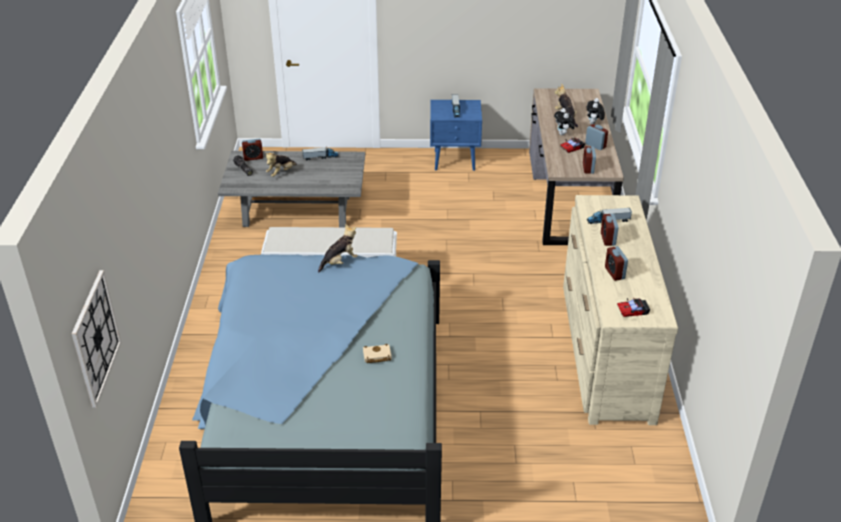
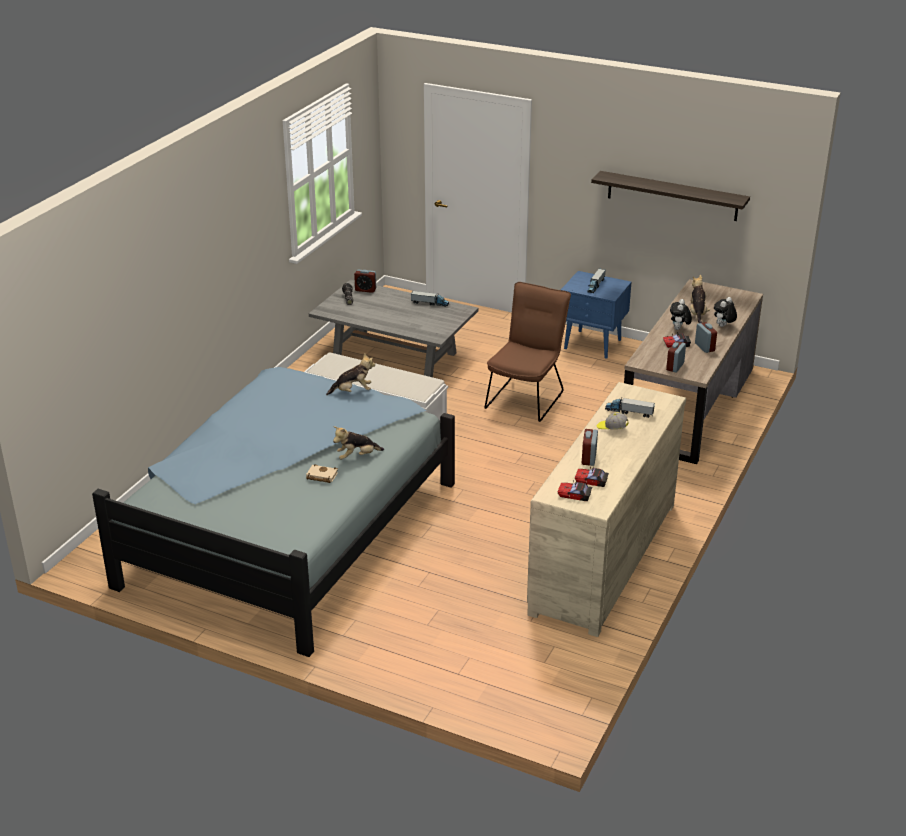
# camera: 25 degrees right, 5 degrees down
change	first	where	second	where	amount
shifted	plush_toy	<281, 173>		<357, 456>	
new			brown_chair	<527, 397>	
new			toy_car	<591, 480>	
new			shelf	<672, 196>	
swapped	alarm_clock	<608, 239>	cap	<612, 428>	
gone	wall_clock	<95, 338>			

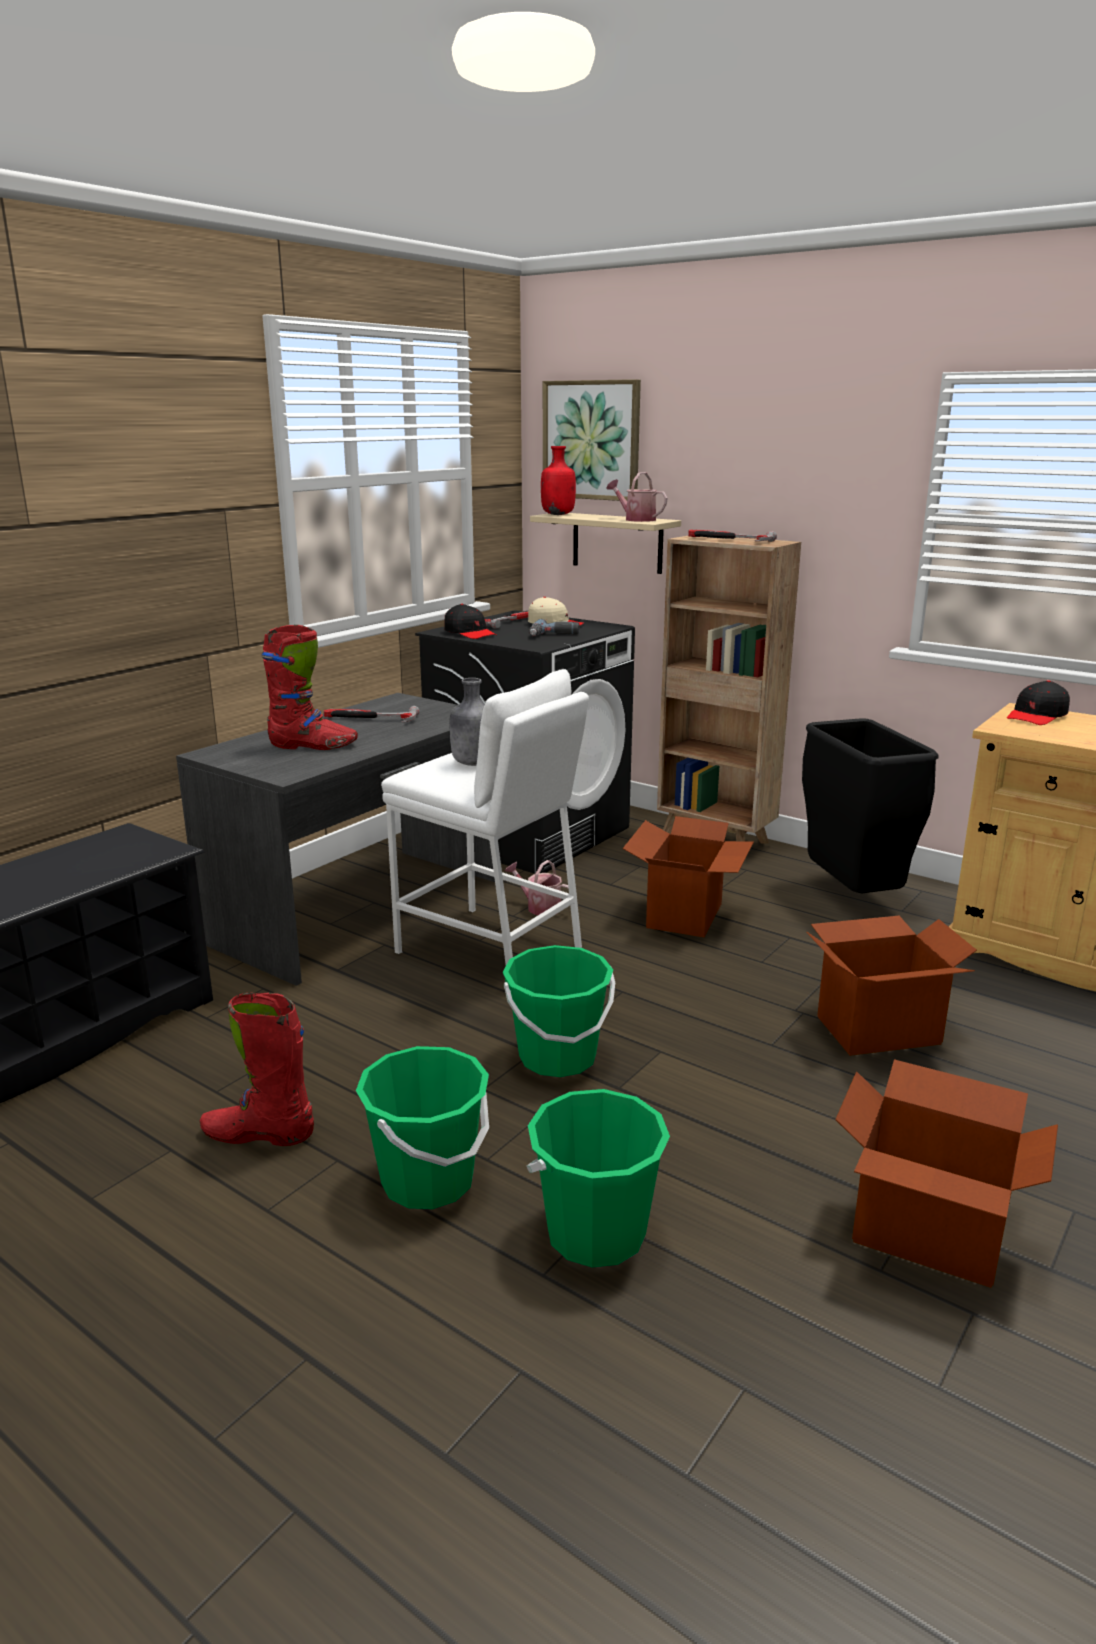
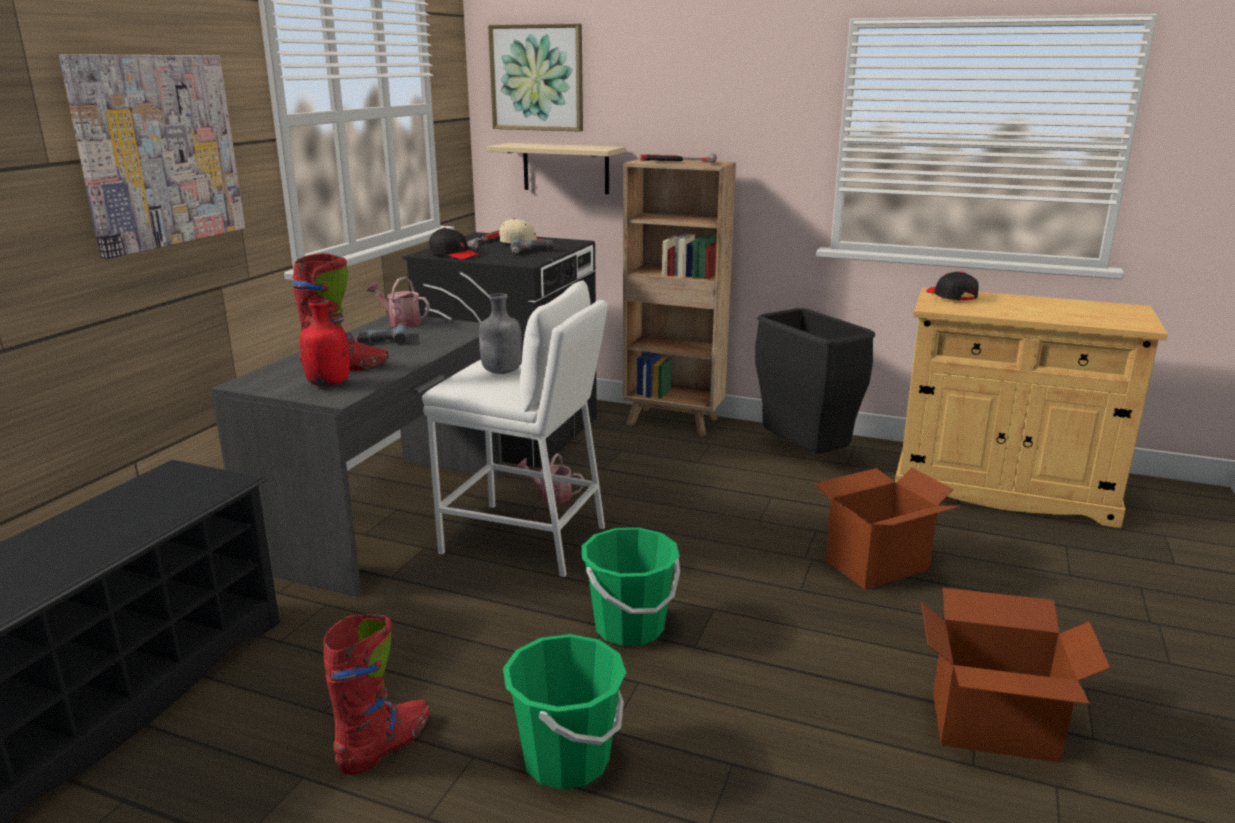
# camera: 15 degrees left, 0 degrees up
change	first	where	second	where	amount
new			picture	<158, 151>	
shifted	red_bottle	<558, 514>		<329, 384>	
rotated	red_boot	<259, 1134>		<385, 745>	135 degrees clockwise
swapped	hammer	<370, 719>	power_drill	<383, 339>	
shifted	watering_can	<636, 519>		<401, 322>	
rotated	black_cap	<1037, 716>		<951, 296>	135 degrees clockwise
gone	green_bucket	<596, 1233>			
gone	cardboard_box	<686, 915>			

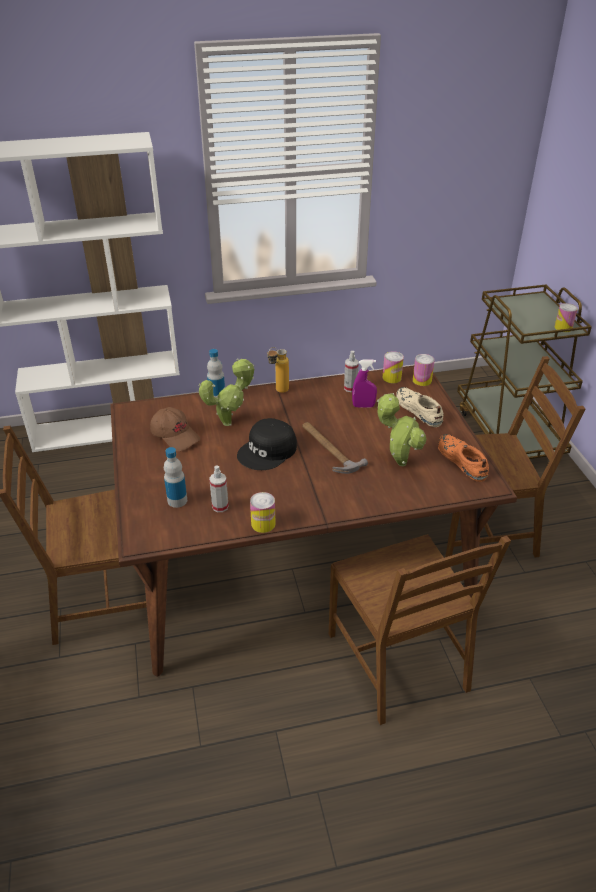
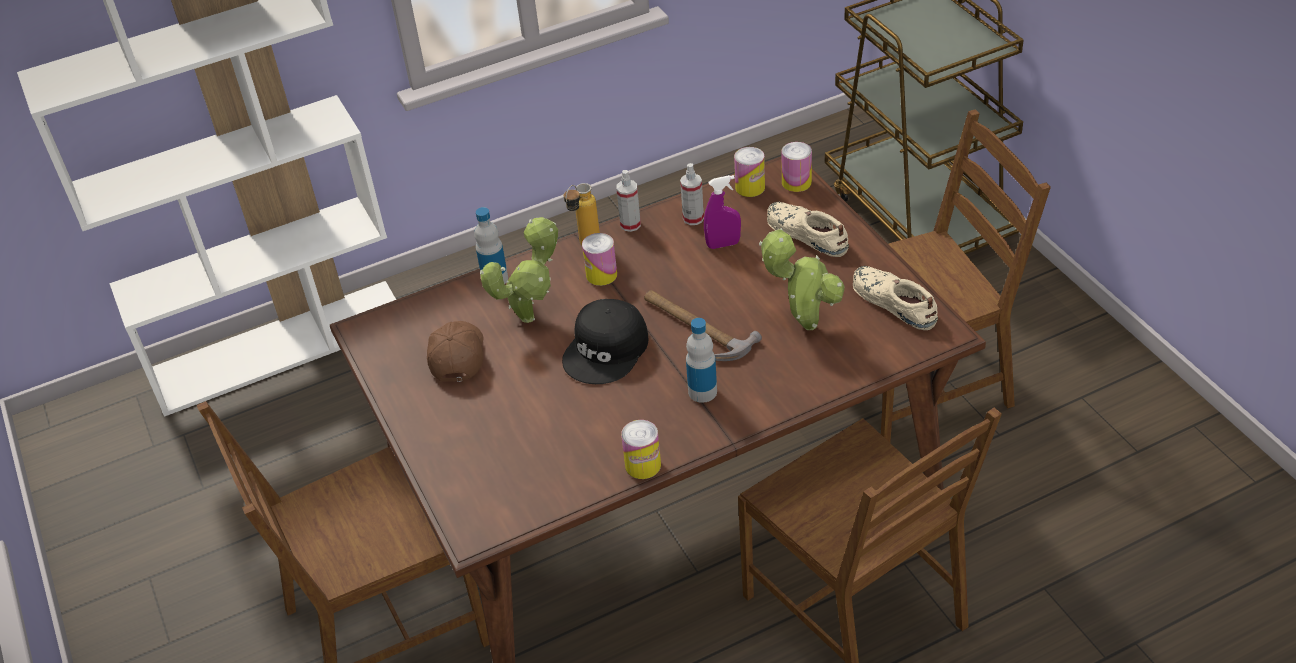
# camera: 10 degrees left, 5 degrees up
change	first	where	second	where	amount
rotated	brown_cap	<175, 435>		<456, 356>	120 degrees counterclockwise
shifted	can	<563, 328>		<601, 275>	
shifted	spray_bottle	<220, 506>		<630, 224>	
shifted	bottle	<177, 500>		<702, 392>	
repainted	orange_shoe	<461, 461>	beige_shoe	<893, 302>	

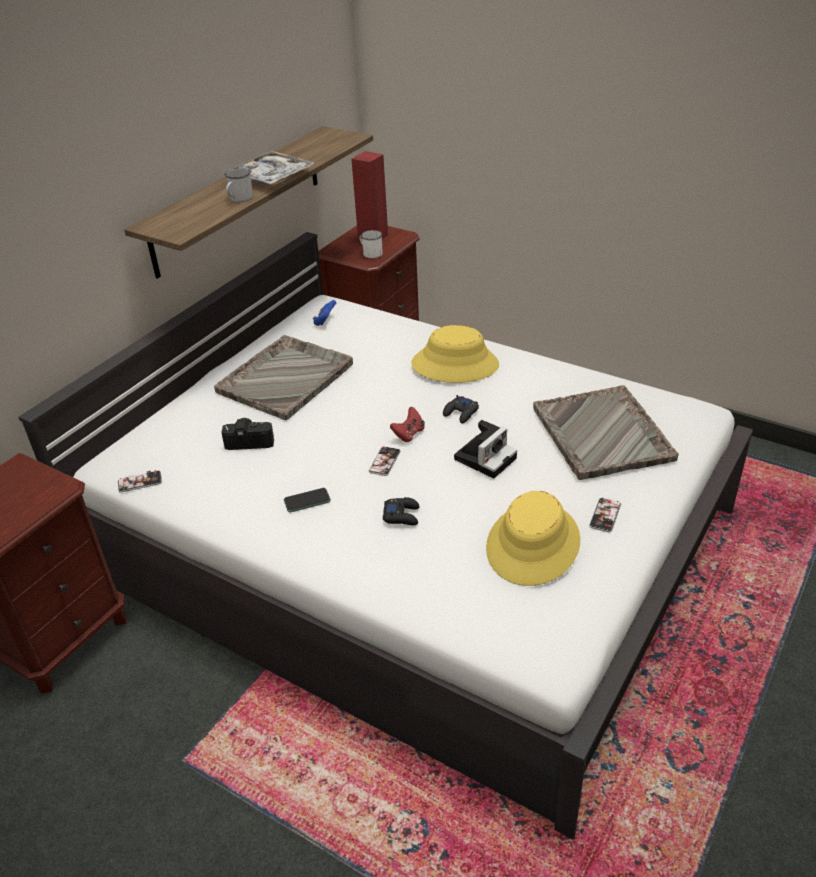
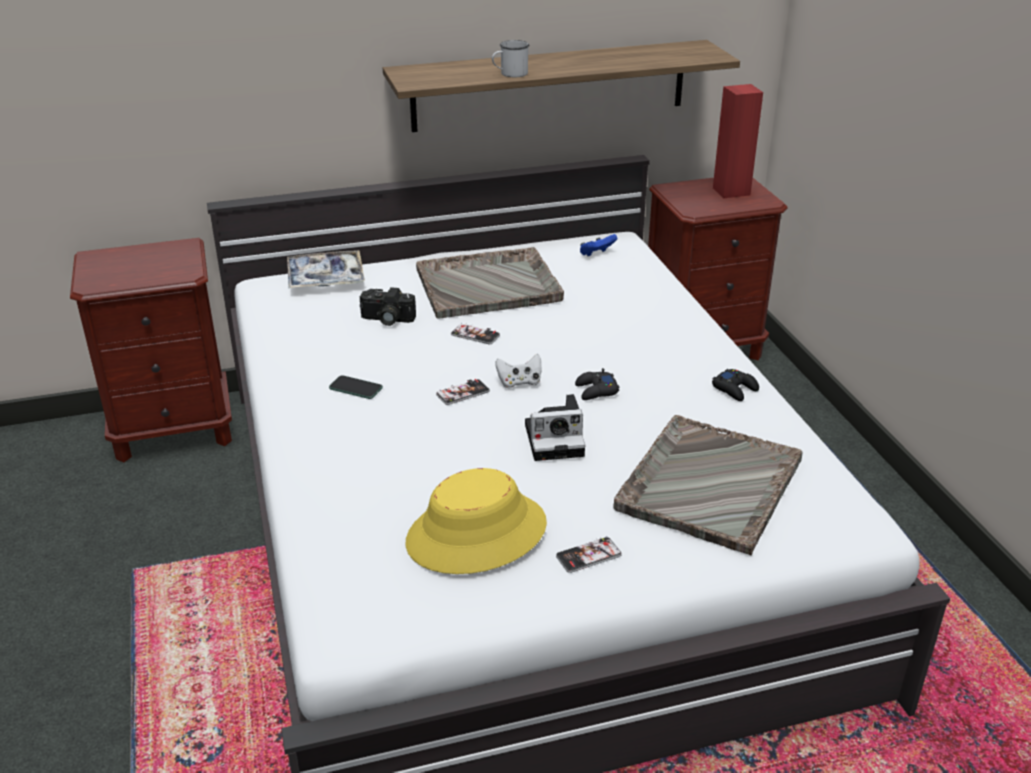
# camera: 40 degrees right, 5 degrees down
change	first	where	second	where	amount
shifted	tray	<272, 176>		<325, 278>	
rotated	photo_camera	<250, 440>		<386, 319>	150 degrees clockwise
shifted	phone	<140, 482>		<475, 335>	
repainted	red_game_controller	<409, 434>	white_game_controller	<519, 382>	
shifted	black_game_controller	<402, 515>		<735, 389>	
gone	white_mug	<370, 253>			
gone	yellow_hat	<455, 364>			

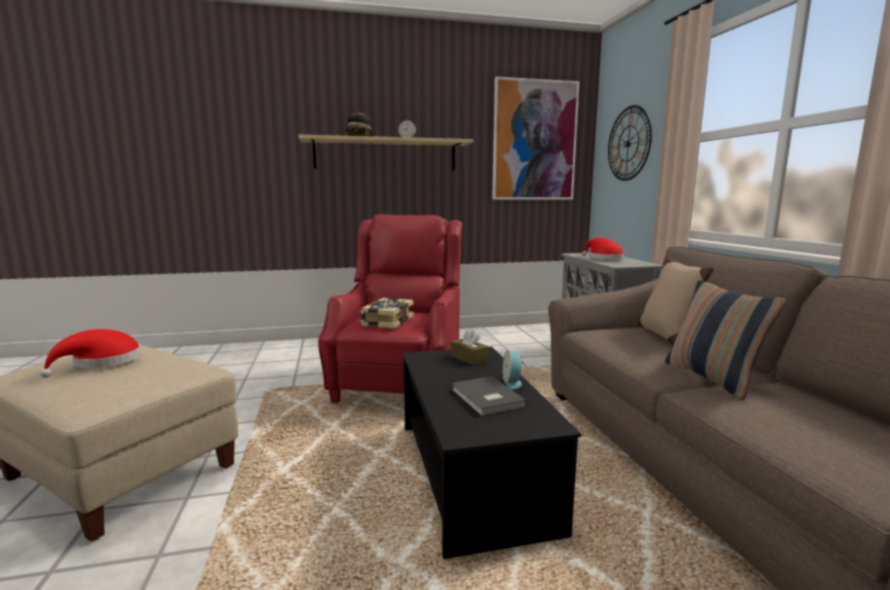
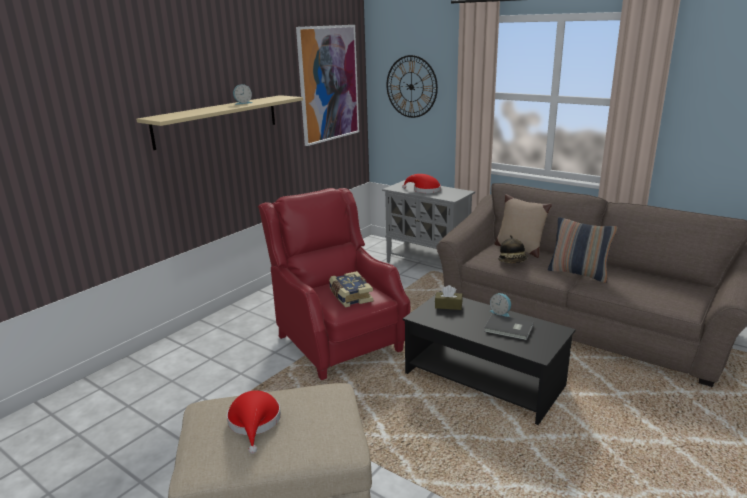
# camera: 40 degrees left, 10 degrees up
change	first	where	second	where	amount
shifted	hat	<359, 137>		<513, 261>	

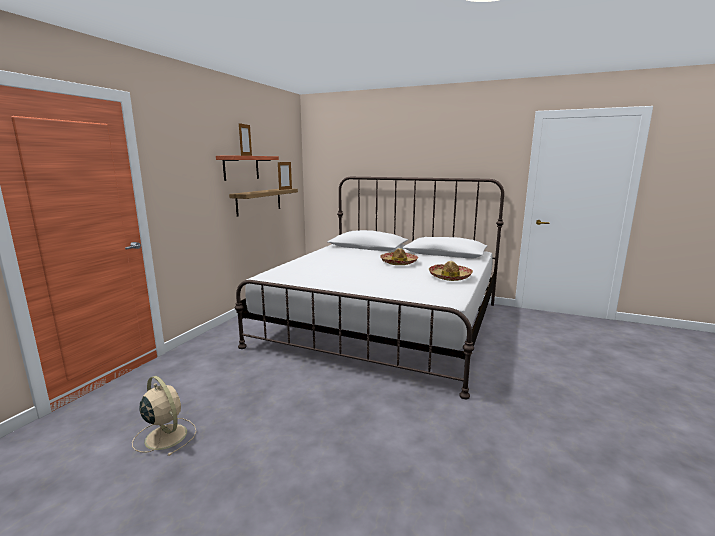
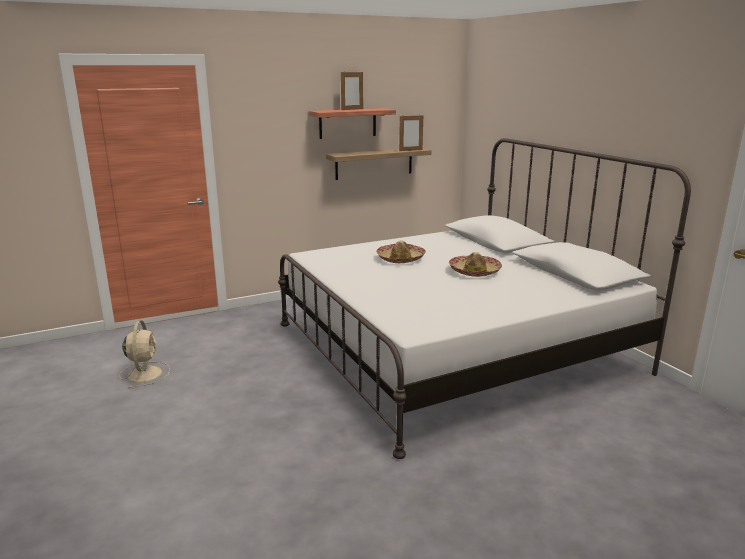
# camera: 40 degrees right, 5 degrees up
change	first	where	second	where	amount
shifted	hat	<450, 277>		<400, 259>	

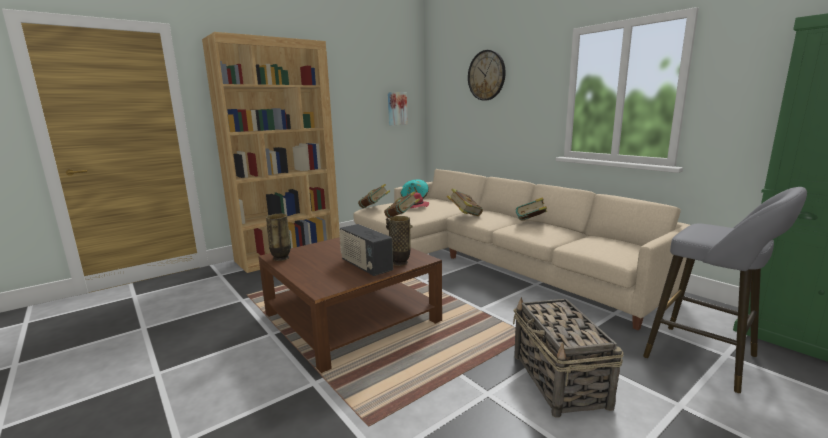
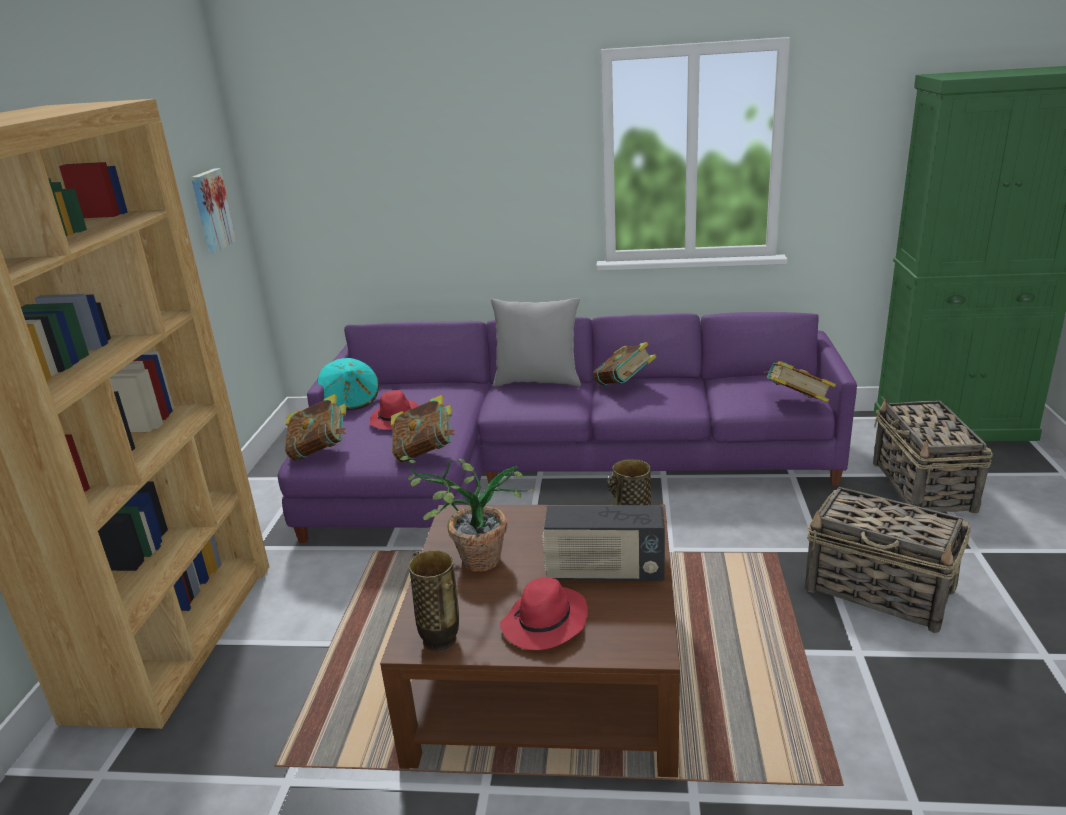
# camera: 45 degrees left, 10 degrees up
change	first	where	second	where	amount
repainted	beige_sofa	<487, 261>	purple_sofa	<547, 467>	
new			potted_plant	<470, 562>	
new			grey_pillow	<538, 381>	
new			red_hat	<545, 624>	
shifted	book	<464, 215>		<796, 404>	
swapped	grey_stool	<707, 359>	basket	<923, 487>	
gone	wall_clock	<486, 75>			

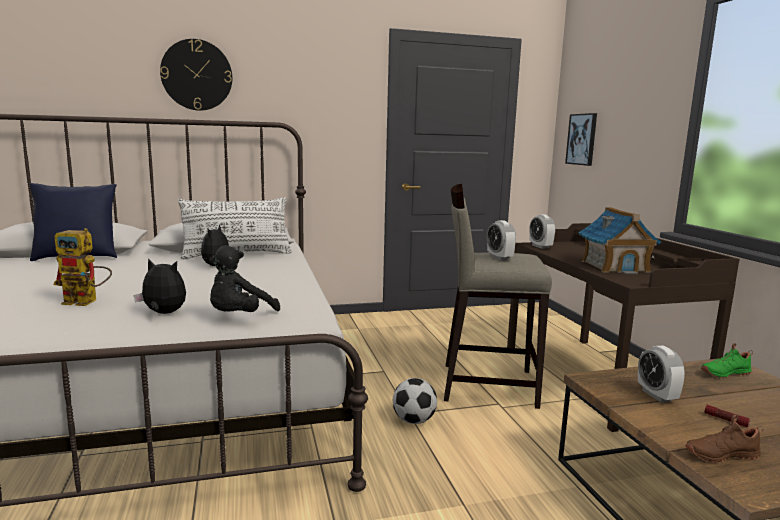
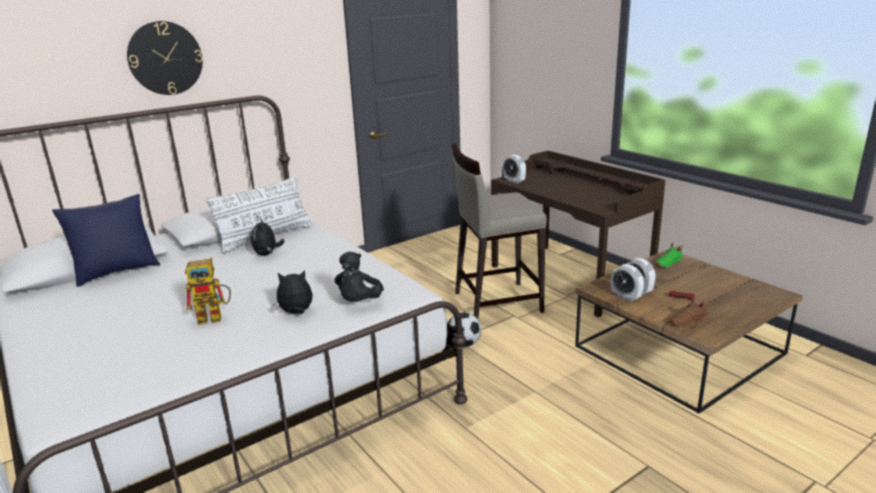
# camera: 20 degrees left, 10 degrees up
change	first	where	second	where	amount
shifted	alarm_clock	<499, 258>		<625, 297>	
gone	picture	<582, 139>			
gone	toy_house	<615, 266>			

